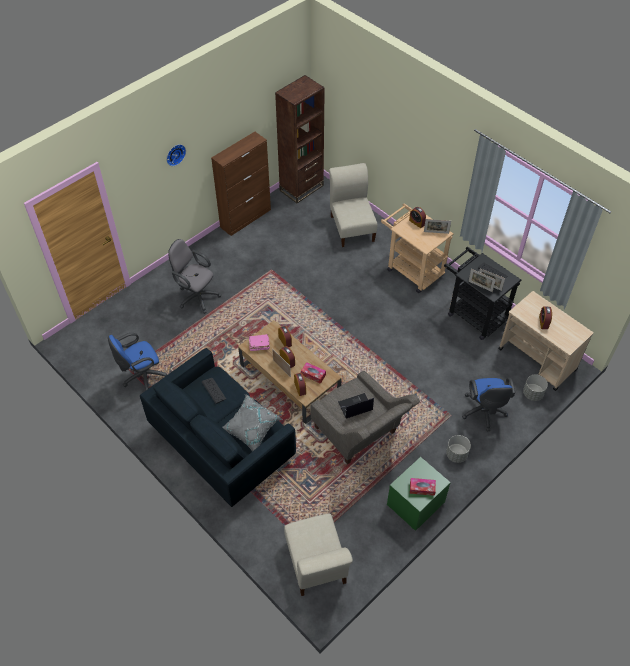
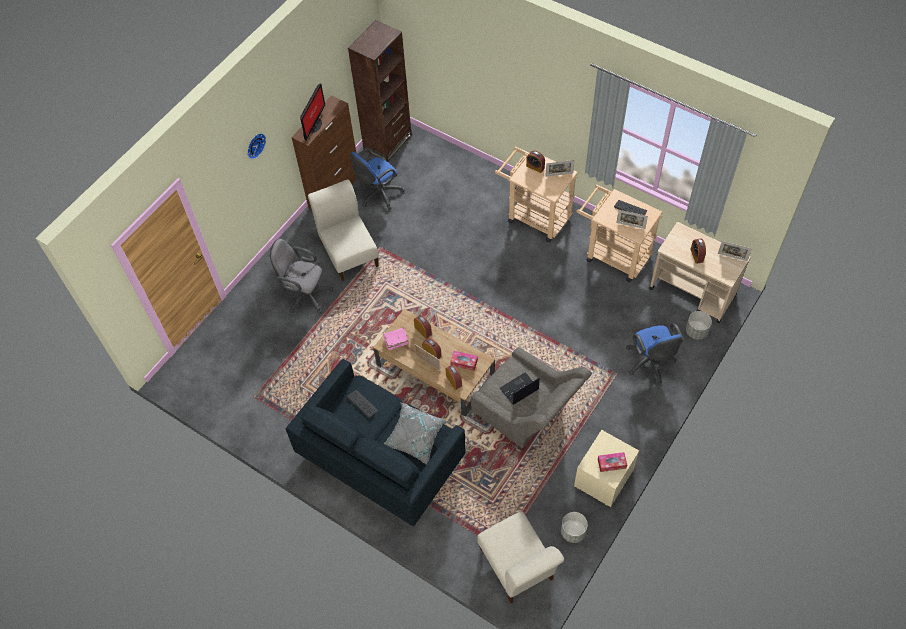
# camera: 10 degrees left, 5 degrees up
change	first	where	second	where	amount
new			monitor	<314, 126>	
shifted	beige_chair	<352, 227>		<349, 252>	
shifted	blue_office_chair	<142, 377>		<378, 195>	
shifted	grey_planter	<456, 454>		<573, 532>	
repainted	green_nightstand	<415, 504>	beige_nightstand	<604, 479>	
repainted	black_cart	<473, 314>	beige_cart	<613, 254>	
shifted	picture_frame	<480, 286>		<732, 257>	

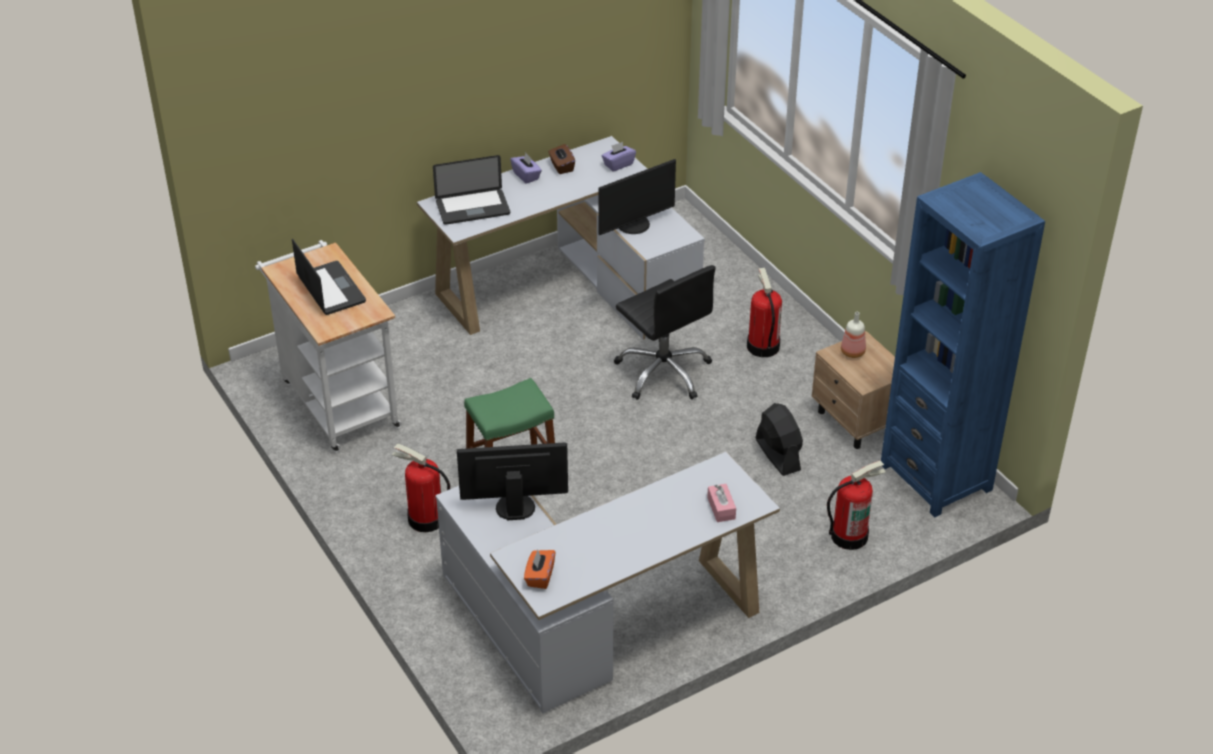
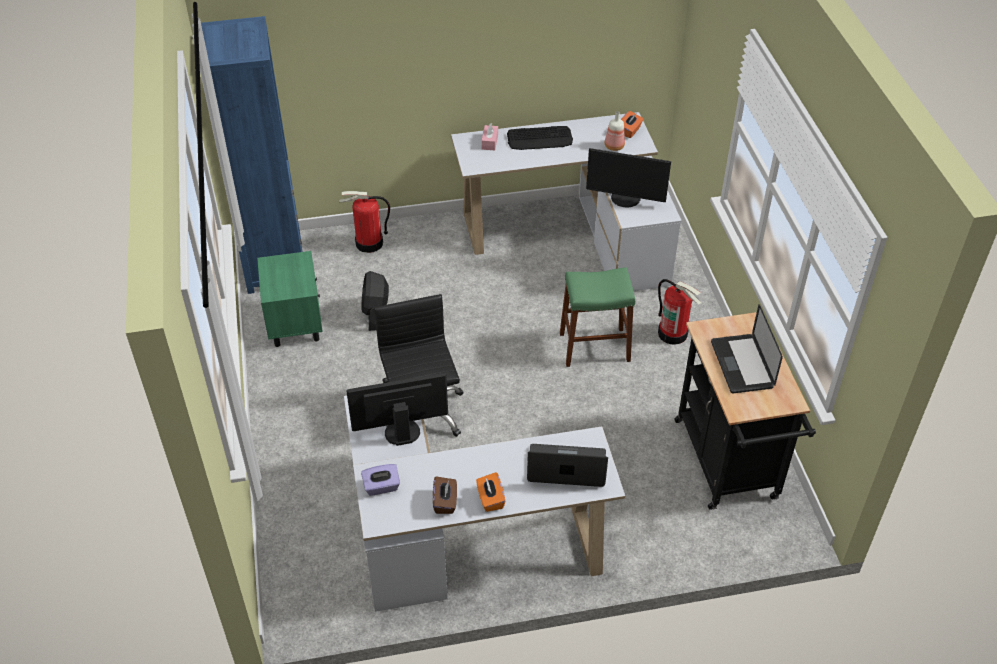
# camera: 160 degrees left, 5 degrees up
change	first	where	second	where	amount
repainted	beige_nightstand	<857, 422>	green_nightstand	<295, 323>	
repainted	purple_tissue_box	<526, 176>	orange_tissue_box	<490, 499>	
new			keyboard	<540, 139>	
shifted	bottle	<853, 351>		<613, 147>	
repainted	white_cart	<336, 400>	black_cart	<729, 466>	
gone	fire_extinguisher	<762, 346>			

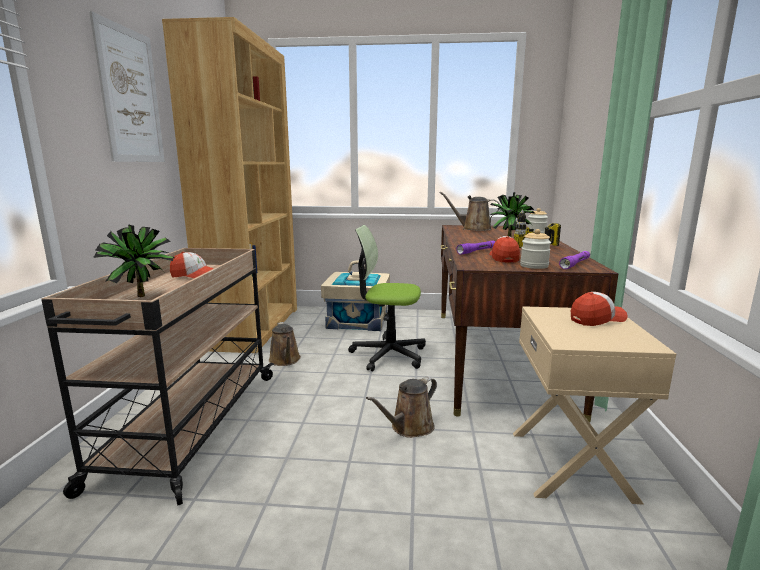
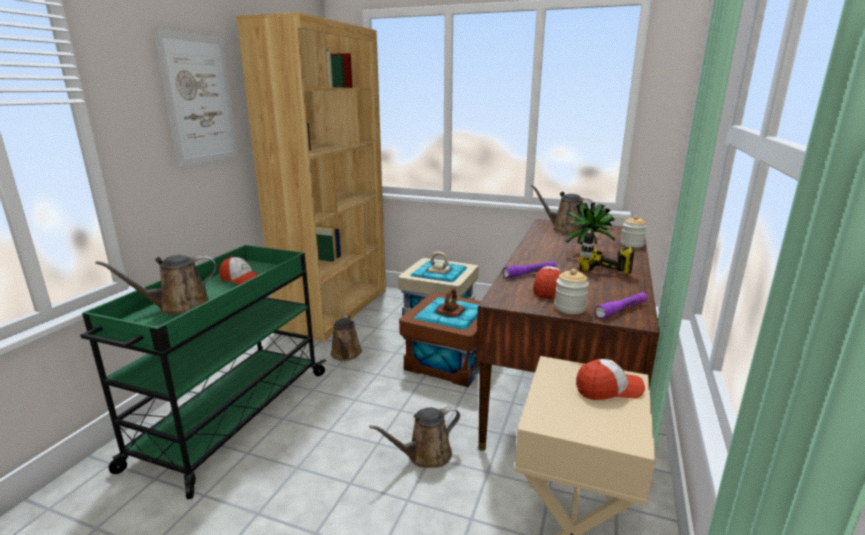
# camera: 15 degrees right, 5 degrees up
change	first	where	second	where	amount
repainted	beige_cart	<190, 427>	green_cart	<231, 418>	
swapped	potted_plant	<143, 297>	brown_watering_can	<179, 307>	
swapped	office_chair	<388, 355>	brown_storage_box	<449, 361>	

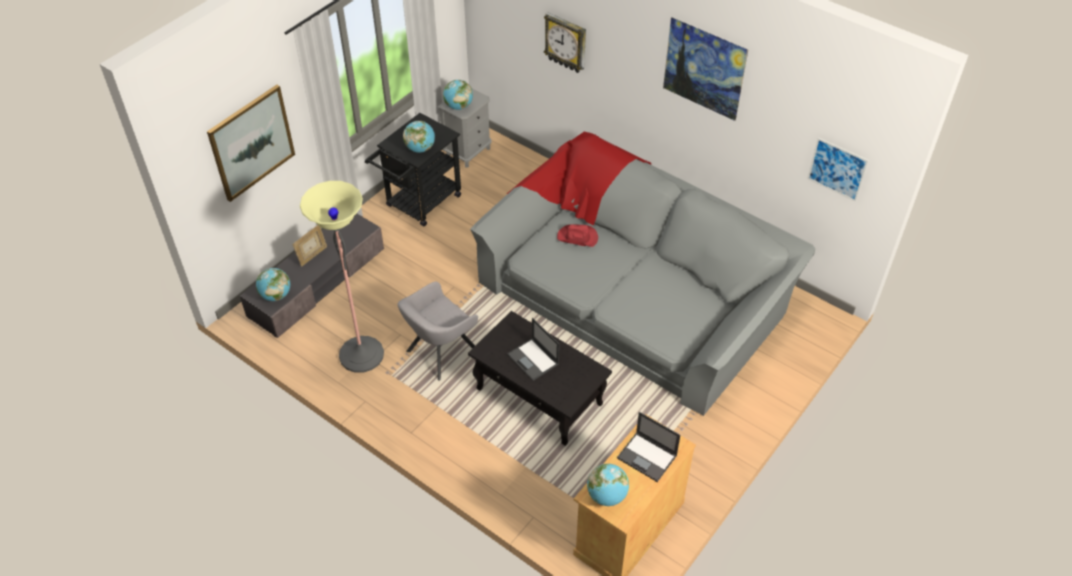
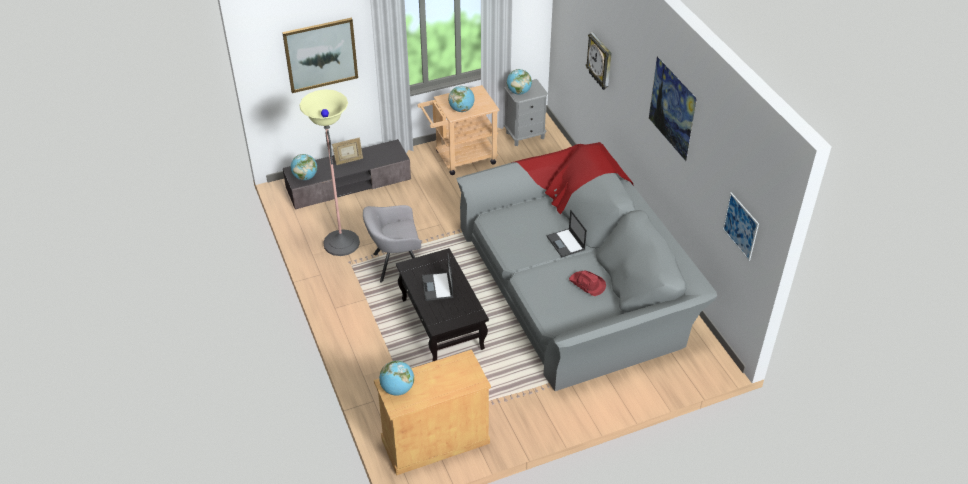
# camera: 30 degrees right, 5 degrees down
change	first	where	second	where	amount
repainted	black_cart	<419, 204>	beige_cart	<460, 159>	
shifted	laptop	<647, 457>		<566, 243>	
shifted	red_hat	<578, 238>		<587, 284>	

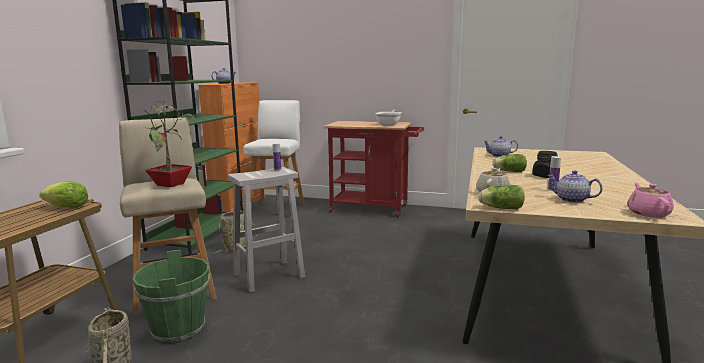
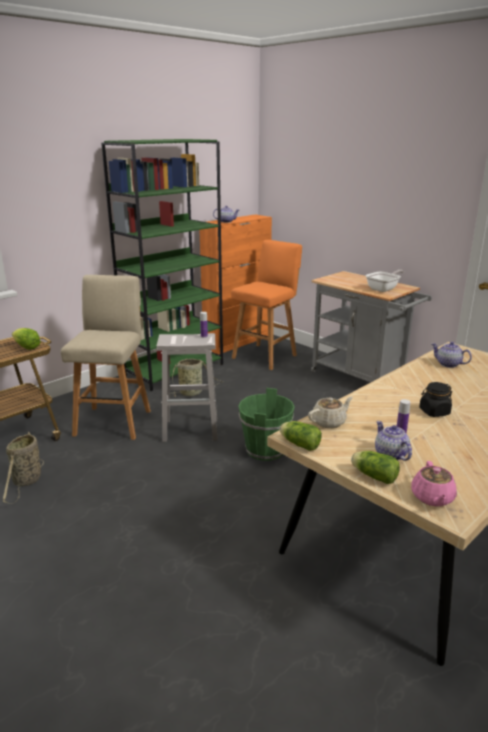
# camera: 30 degrees right, 10 degrees up
change	first	where	second	where	amount
repainted	white_stool	<277, 209>	orange_stool	<265, 356>	
shifted	green_bucket	<179, 330>		<265, 450>	
repainted	red_cart	<374, 209>	grey_cart	<361, 378>	
shifted	lettuce	<508, 171>		<373, 475>	
rotated	pink_teapot	<648, 213>		<432, 498>	150 degrees clockwise
gone	potted_plant	<172, 184>			

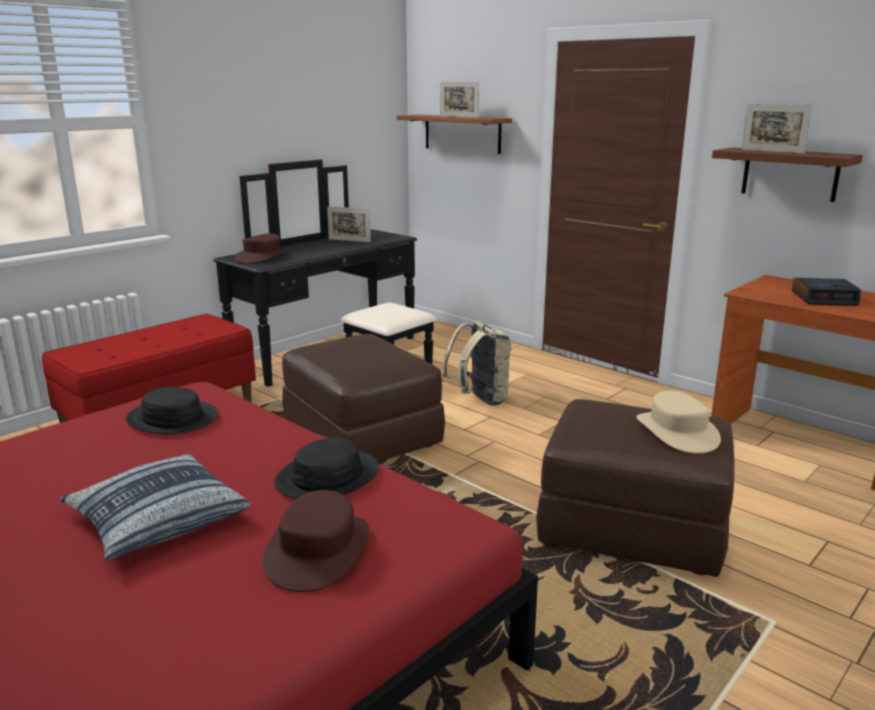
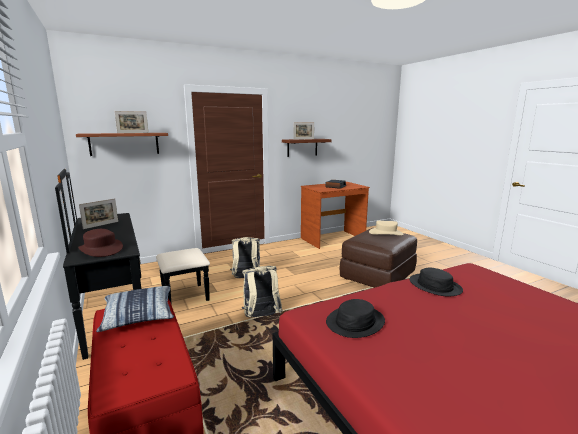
# camera: 70 degrees left, 5 degrees down
change	first	where	second	where	amount
shifted	pillow	<157, 520>		<138, 315>	
swapped	brown_ottoman	<361, 436>	beige_backpack	<261, 317>	
gone	brown_hat	<318, 550>			

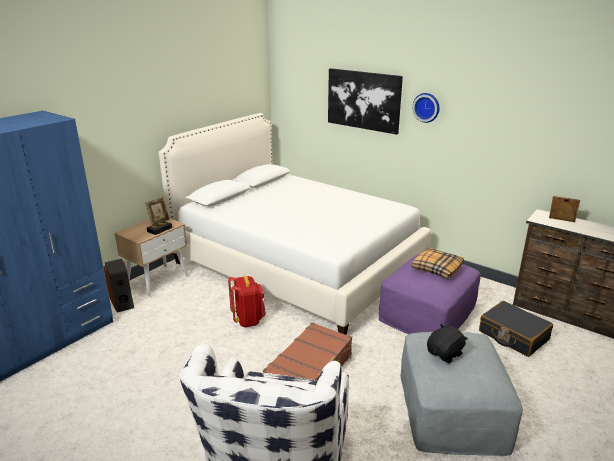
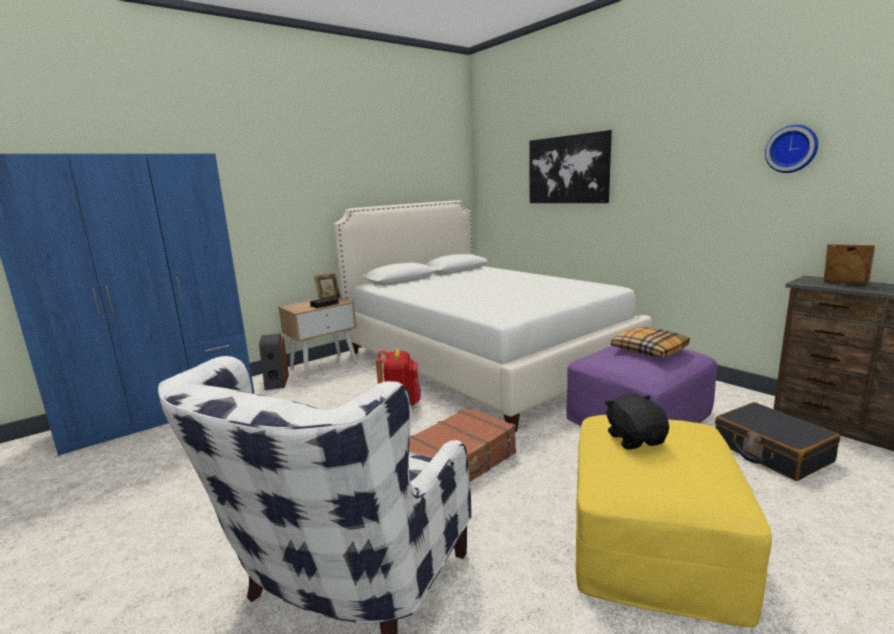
# camera: 15 degrees right, 10 degrees down
change	first	where	second	where	amount
repainted	grey_ottoman	<451, 409>	yellow_ottoman	<651, 538>	
rotated	black_plush_toy	<445, 354>		<635, 439>	75 degrees counterclockwise
shifted	wall_clock	<426, 107>		<792, 149>	

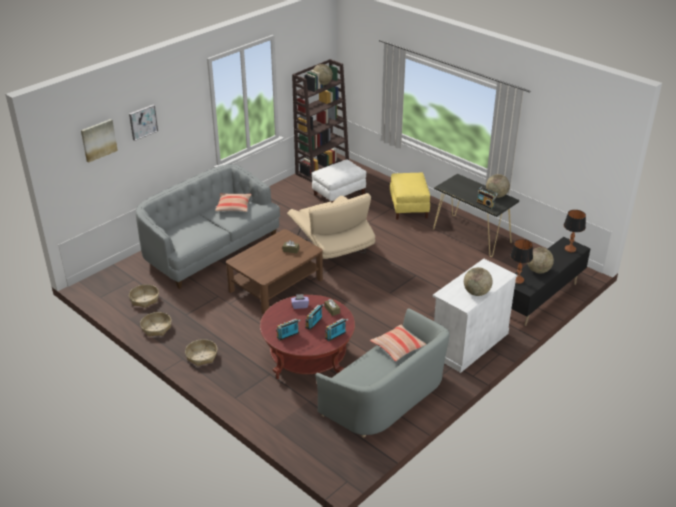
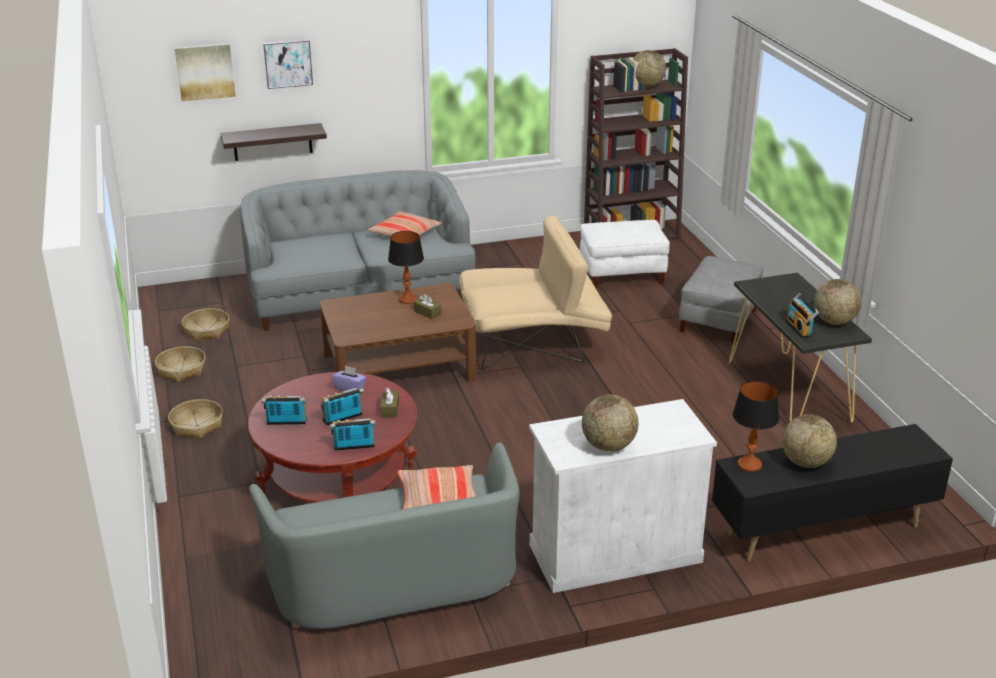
# camera: 30 degrees right, 5 degrees down
change	first	where	second	where	amount
new			shelf	<272, 142>	
shifted	table_lamp	<570, 249>		<407, 299>	
rotated	beige_armchair	<332, 249>		<533, 344>	105 degrees counterclockwise
repainted	yellow_ottoman	<409, 207>	grey_ottoman	<719, 321>	

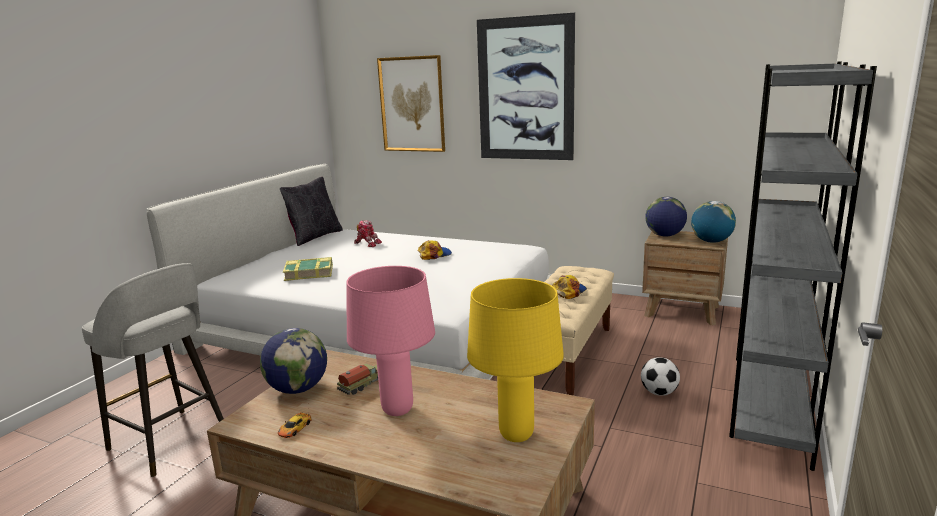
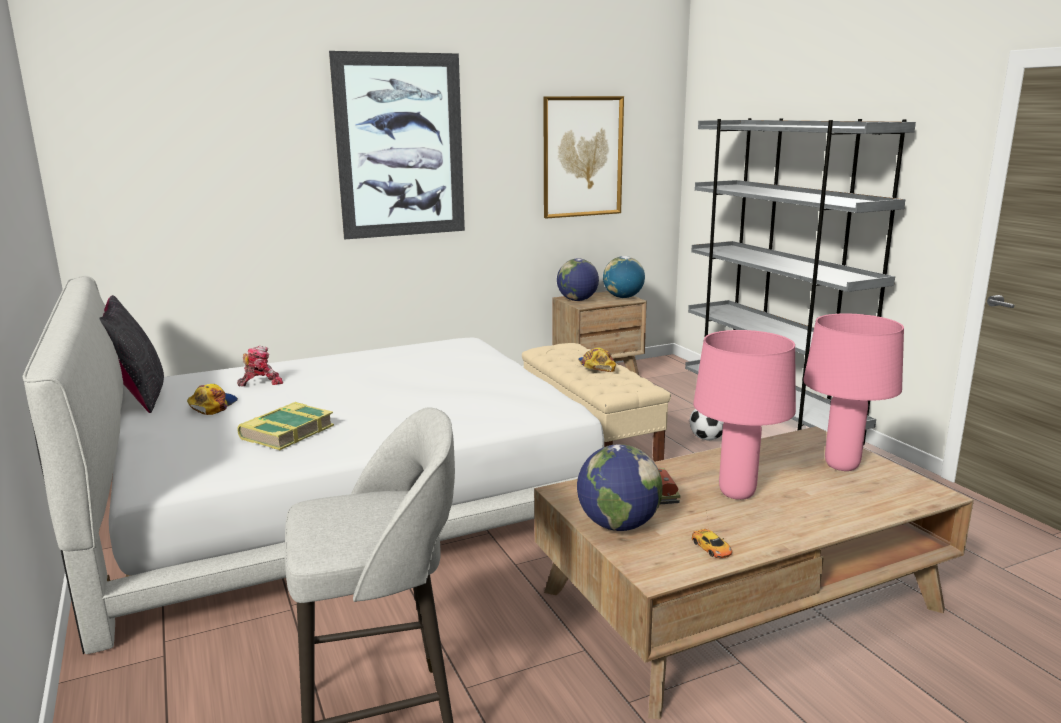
# camera: 50 degrees left, 0 degrees up
change	first	where	second	where	amount
shifted	cap	<434, 255>		<212, 405>	
shifted	picture	<412, 104>		<582, 157>	
repainted	yellow_table_lamp	<516, 435>	pink_table_lamp	<842, 466>	

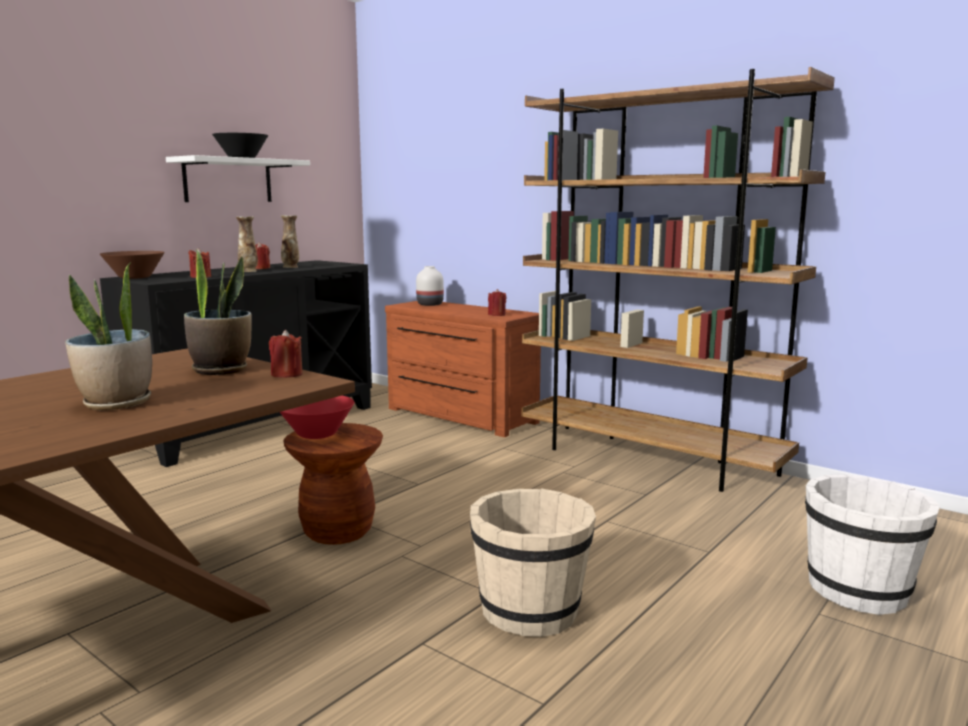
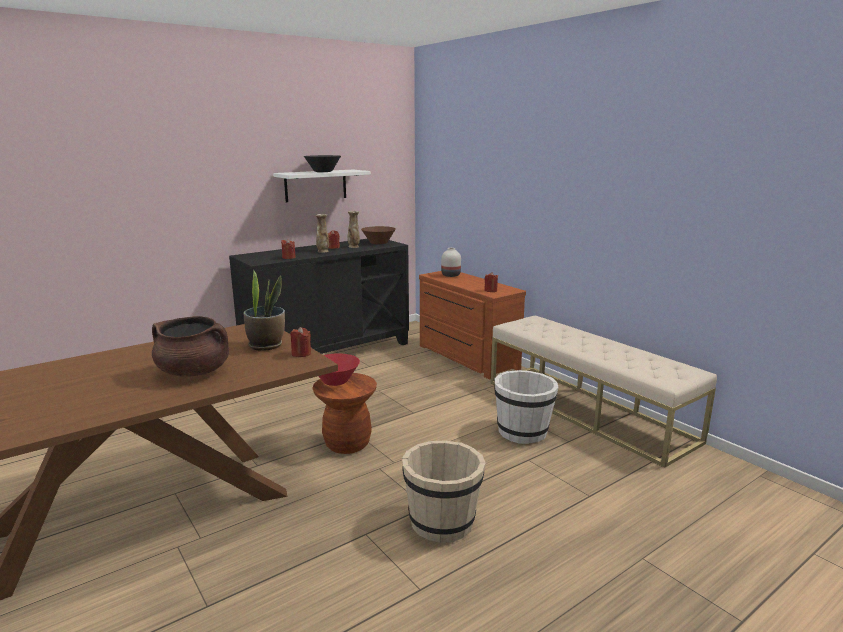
# camera: 15 degrees right, 5 degrees up
change	first	where	second	where	amount
swapped	potted_plant	<117, 403>	brown_cooking_pot	<194, 372>	
shifted	brown_bowl	<135, 277>		<379, 243>	
swapped	brown_bookcase	<649, 459>	beige_bench	<587, 410>	
shifted	white_bucket	<859, 590>		<523, 432>	

